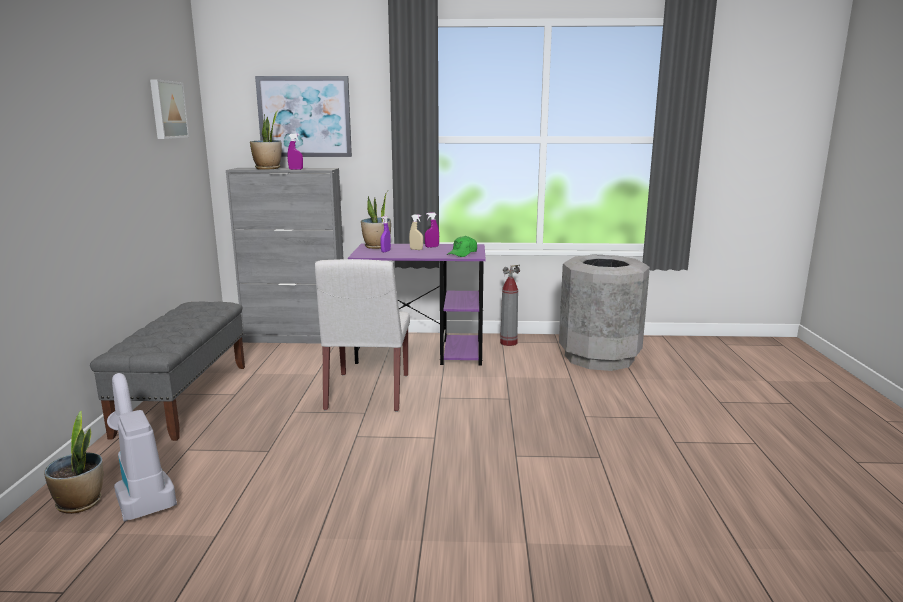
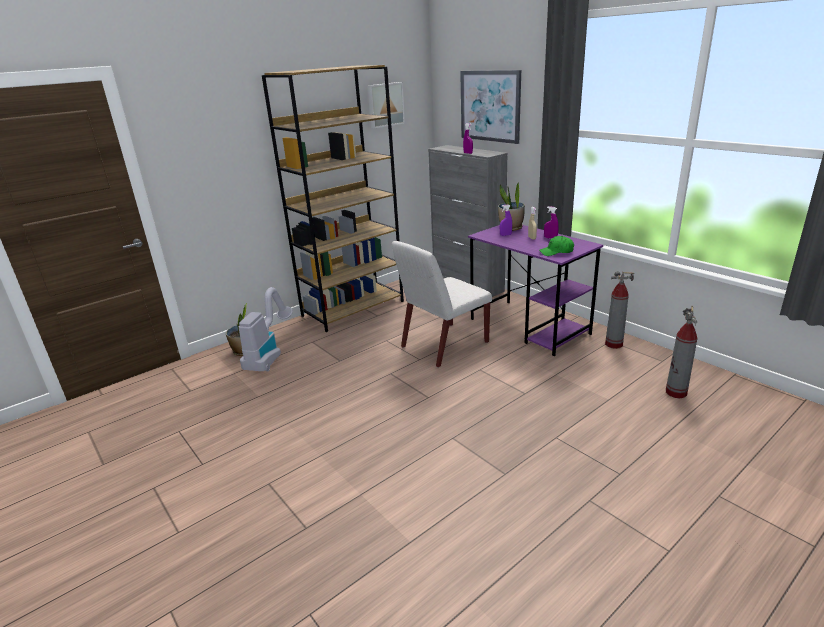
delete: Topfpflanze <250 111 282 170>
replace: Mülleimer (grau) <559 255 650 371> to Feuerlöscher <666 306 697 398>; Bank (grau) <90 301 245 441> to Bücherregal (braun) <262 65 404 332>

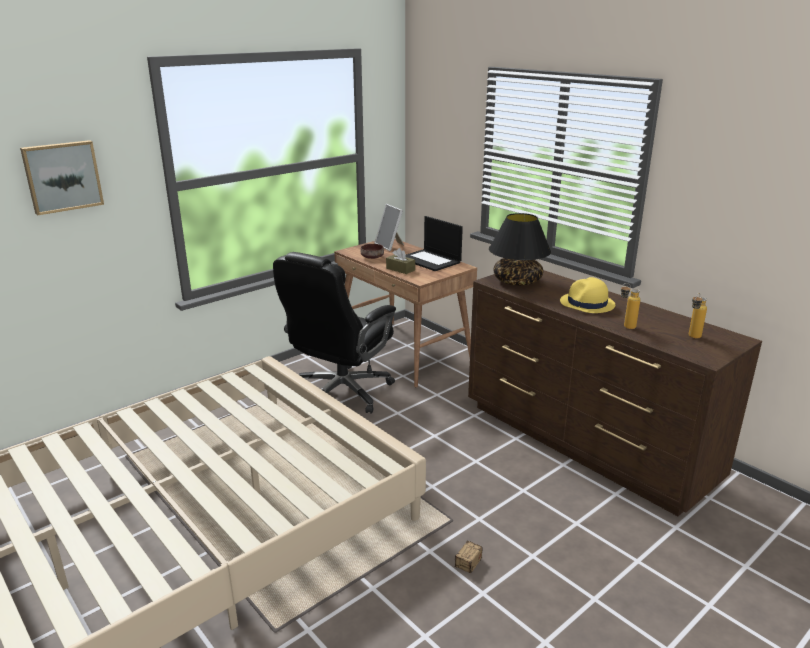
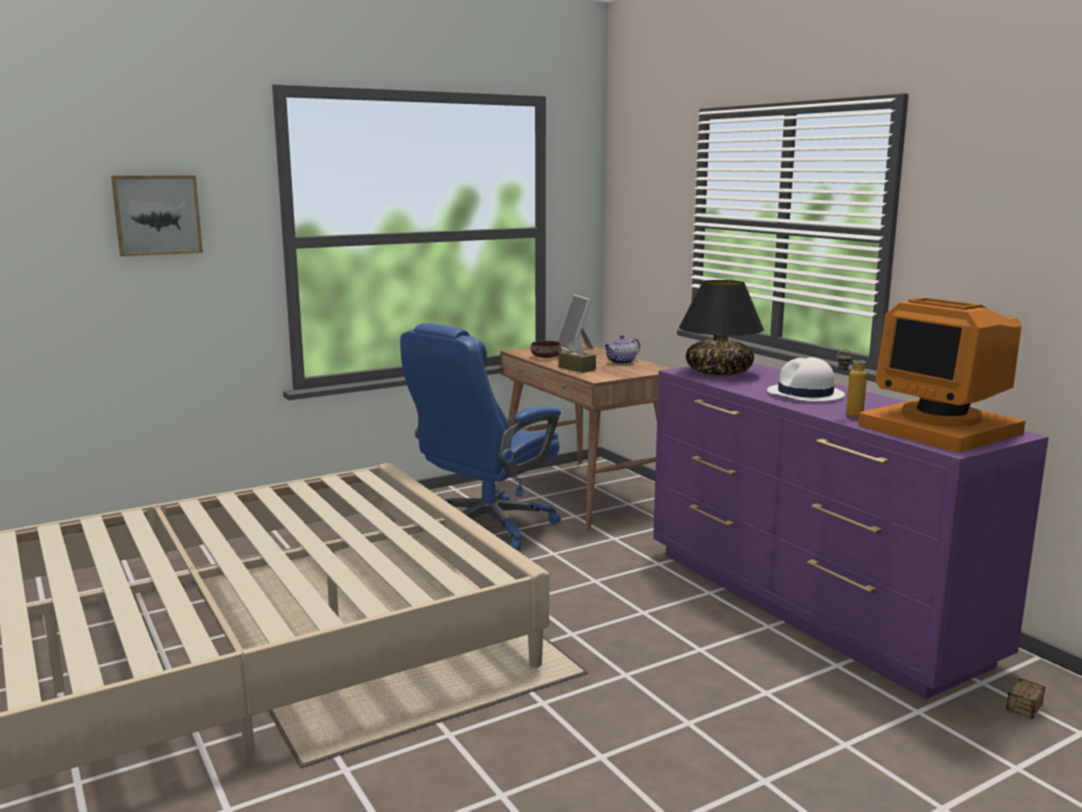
move: Aufbewahrungsbox <455 541 483 573> to <1006 678 1045 719>
replace: Laptop <406 216 463 271> to Teekanne <604 335 640 365>; Flasche <689 293 707 338> to Monitor <858 297 1025 452>
recolor: Bürostuhl (schwarz) <273 252 396 414> to Bürostuhl (blau) <400 323 561 551>; Kommode (braun) <468 270 762 516> to Kommode (lila) <653 363 1049 699>; Hut (gelb) <560 277 615 313> to Hut (weiß) <767 357 845 401>

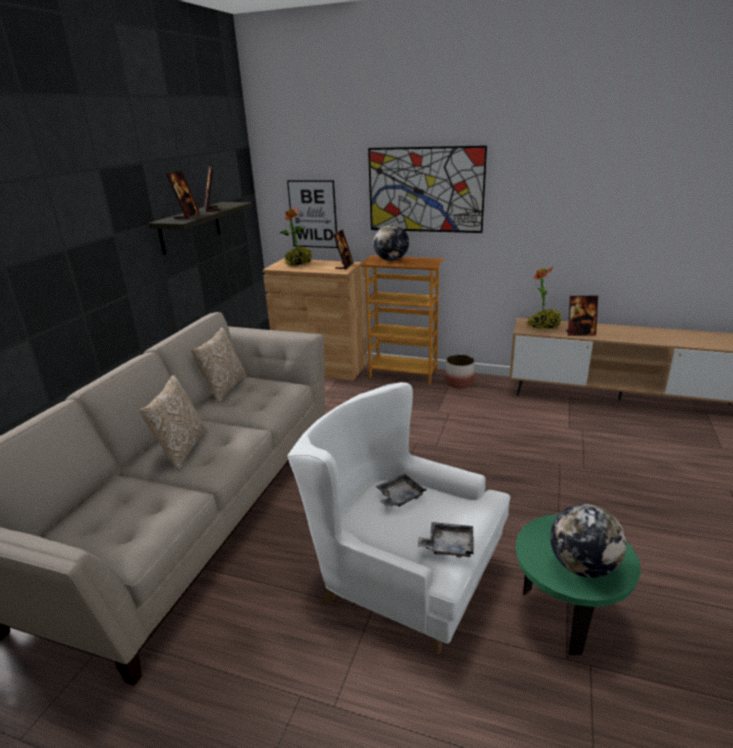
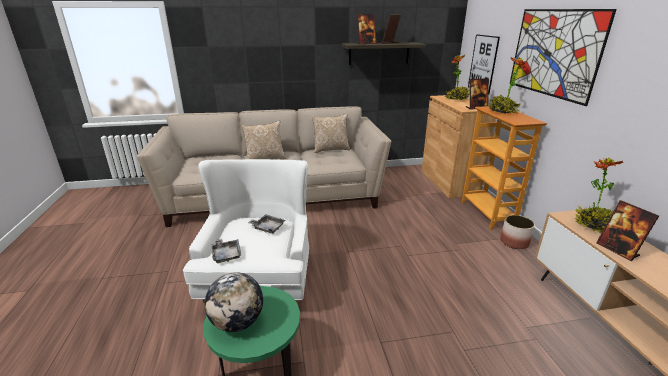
replace: Globus <373 224 409 261> to Topfpflanze <489 57 526 113>

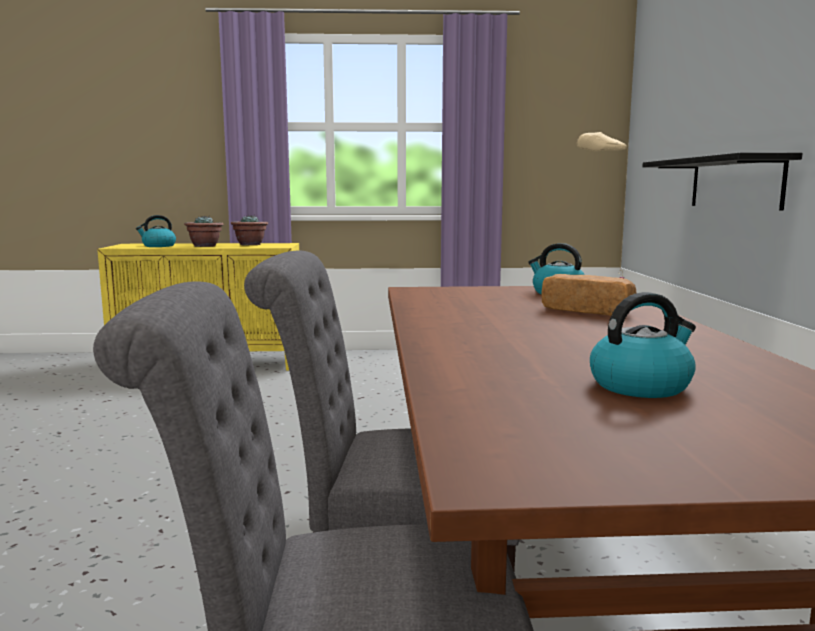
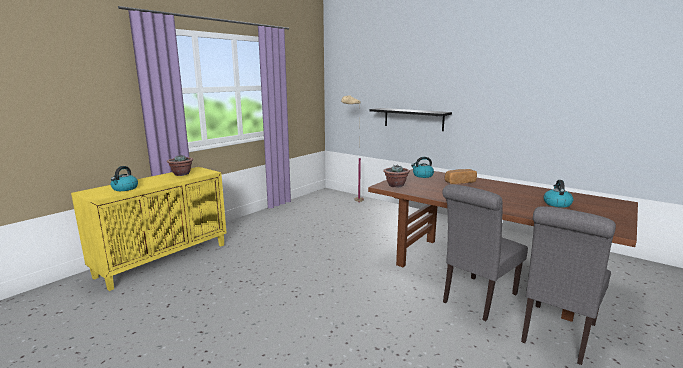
move: Topfpflanze <184 215 224 247> to <383 164 410 188>

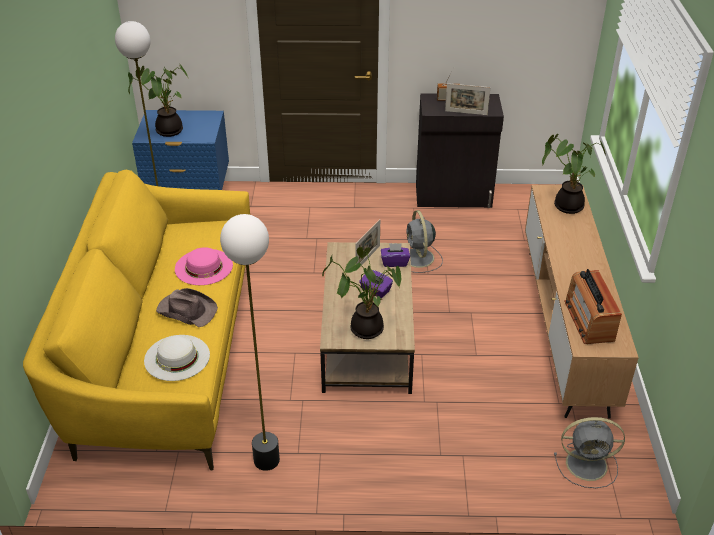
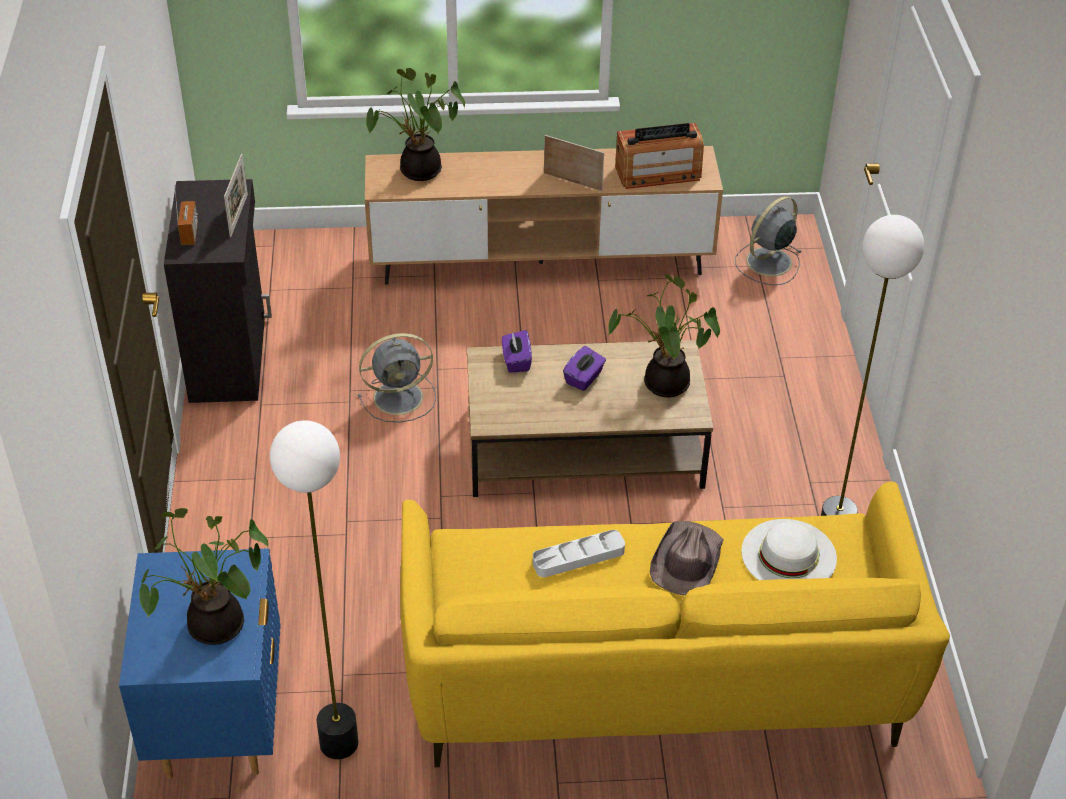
move: Bilderrahmen <355 219 380 271> to <544 135 604 191>
replace: Hut (rosa) <175 247 233 285> to Tablett (grau) <533 530 625 577>
rotate: Ventilator (grau) <554 417 625 488> = <735 196 801 285> 135 degrees counterclockwise

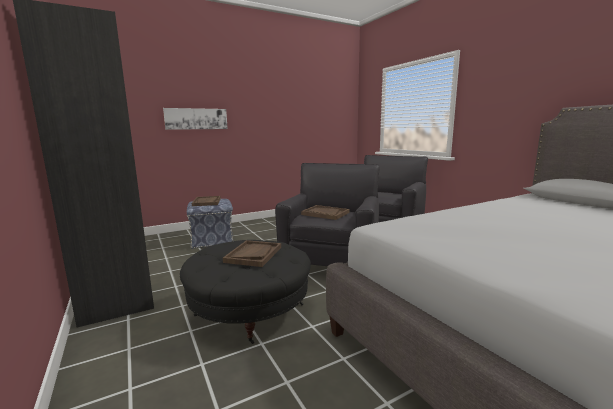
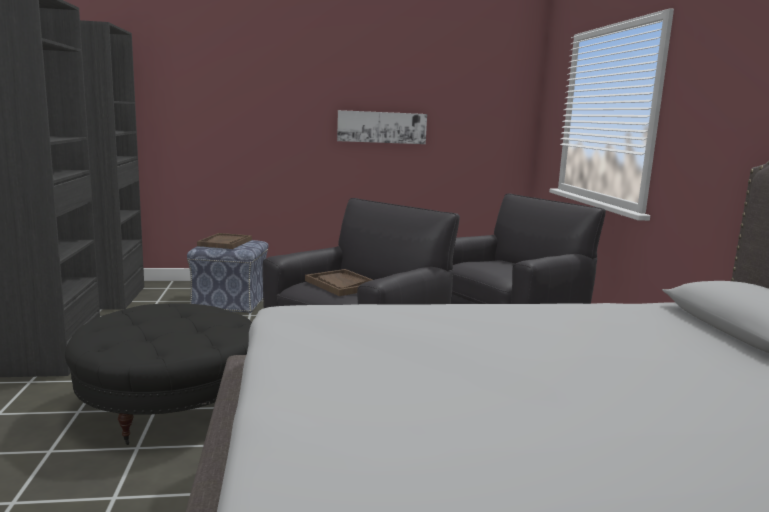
delete: Tablett (braun) <223 240 281 267>
move: Bild <163 108 228 130> to <337 110 427 144>

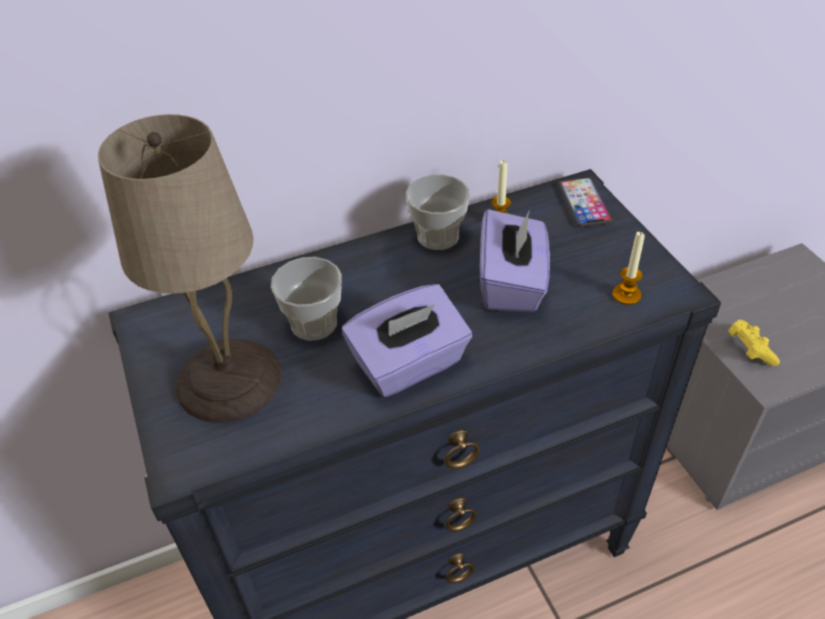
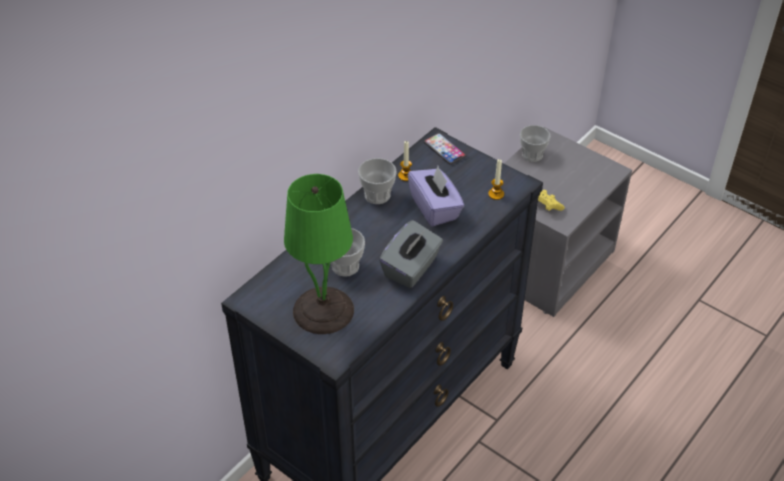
insert: Tasse <520 125 550 162>
recolor: Tischlampe (beige) <98 114 282 423> to Tischlampe (grün) <284 174 354 334>; Taschentuchbox (lila) <342 284 472 397> to Taschentuchbox (grau) <379 220 443 288>

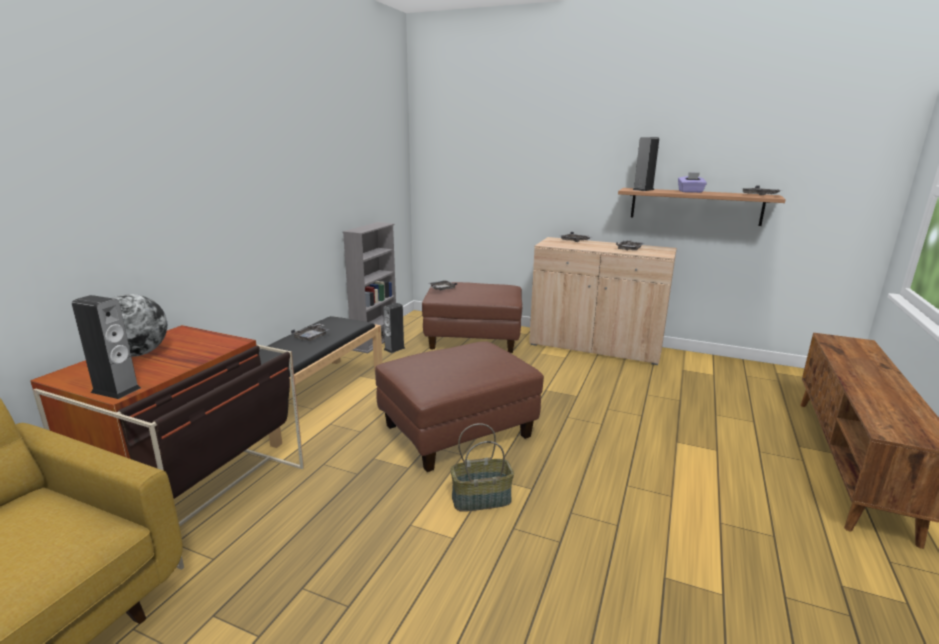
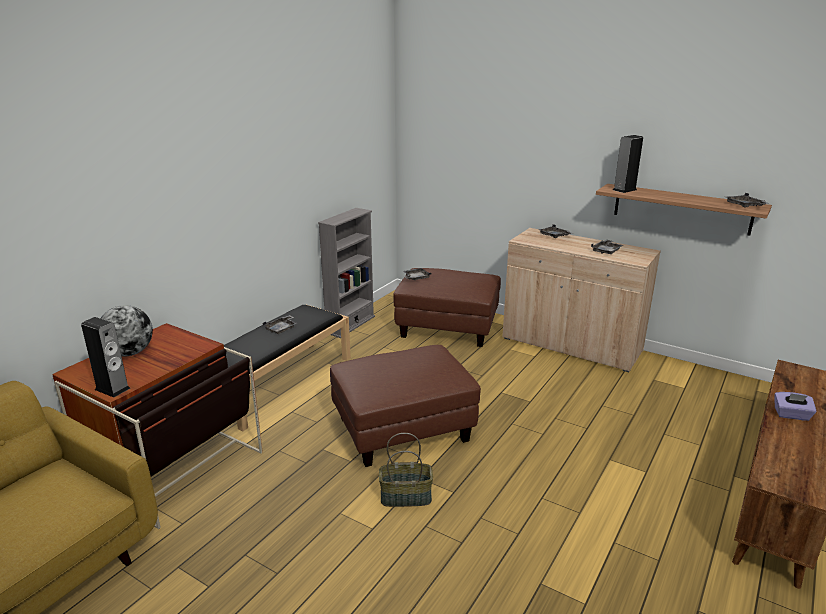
delete: Lautsprecher <383 303 405 353>
move: Taschentuchbox (lila) <678 172 707 193> to <774 392 817 421>

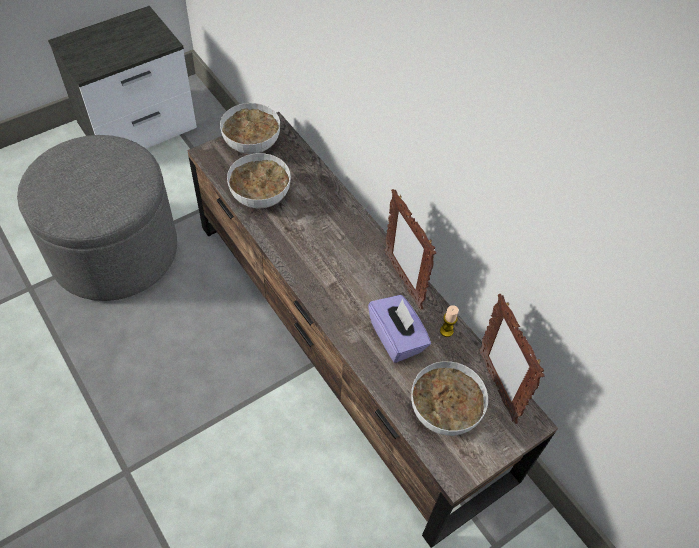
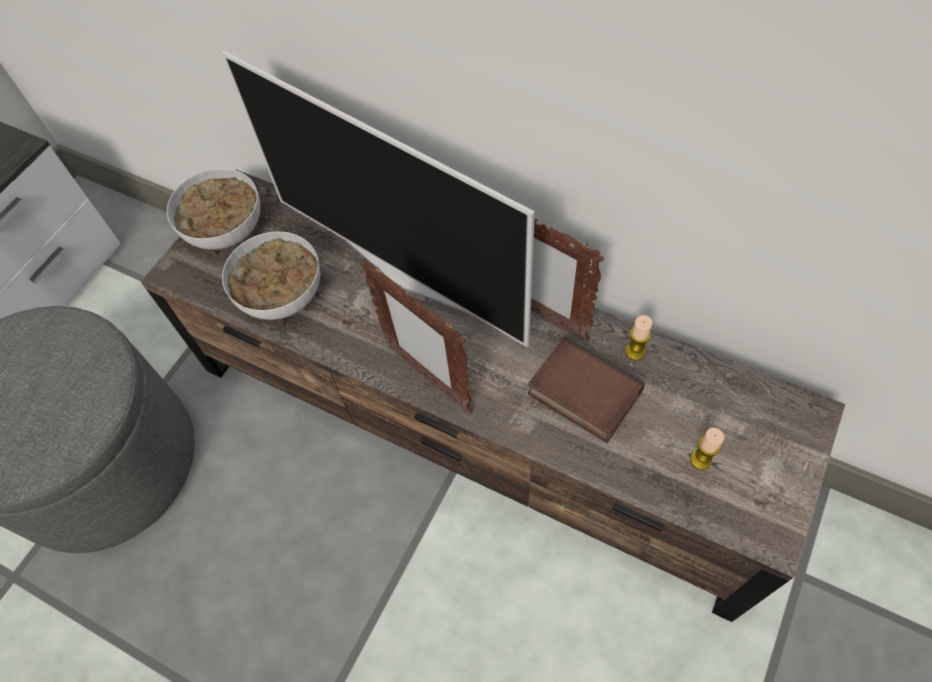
insert: Fernseher <221 50 535 347>
move: Bilderrahmen <479 294 544 424> to <360 261 472 413>
replace: Taschentuchbox (lila) <368 295 431 363> to Buch <528 336 645 443>; Schüssel <411 361 488 436> to Kerze <690 428 724 470>

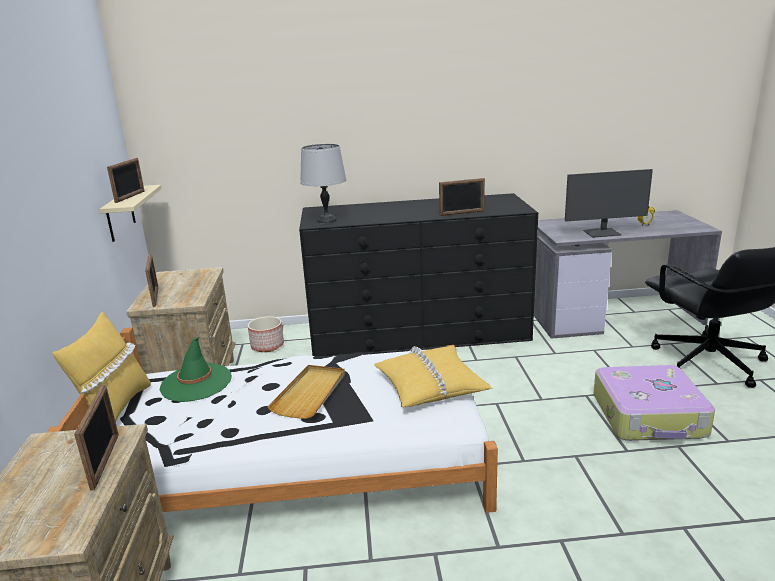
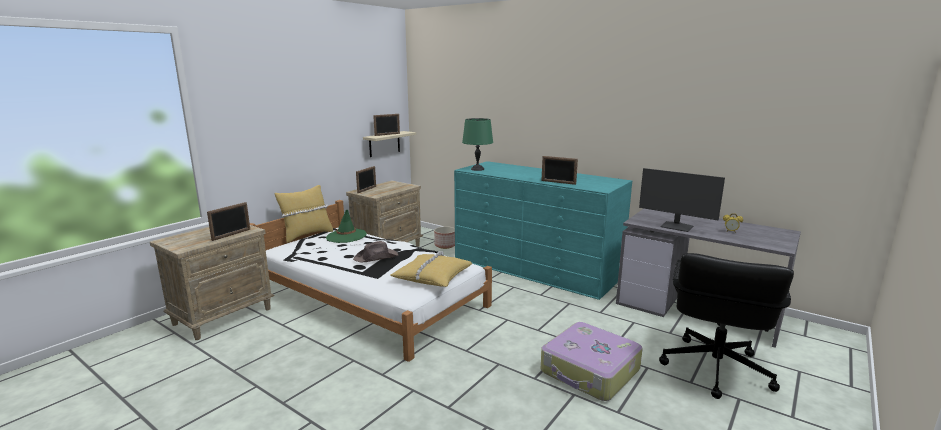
replace: Tablett (beige) <268 365 345 419> to Hut (braun) <353 241 398 263>
recolor: Tischlampe (grau) <300 144 347 223> to Tischlampe (grün) <462 118 493 171>; Kommode (schwarz) <299 193 538 356> to Kommode (türkis) <454 161 632 300>

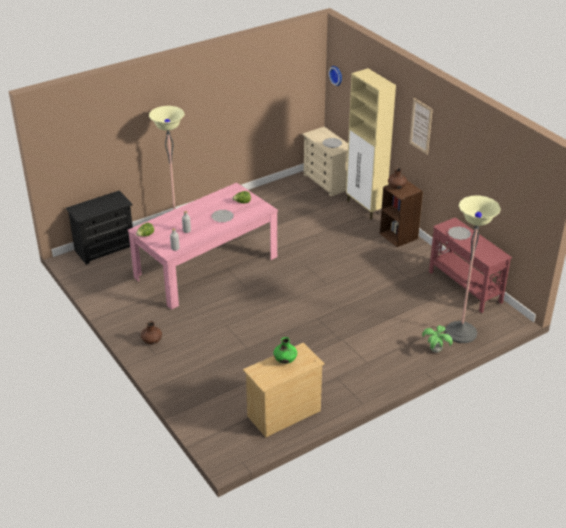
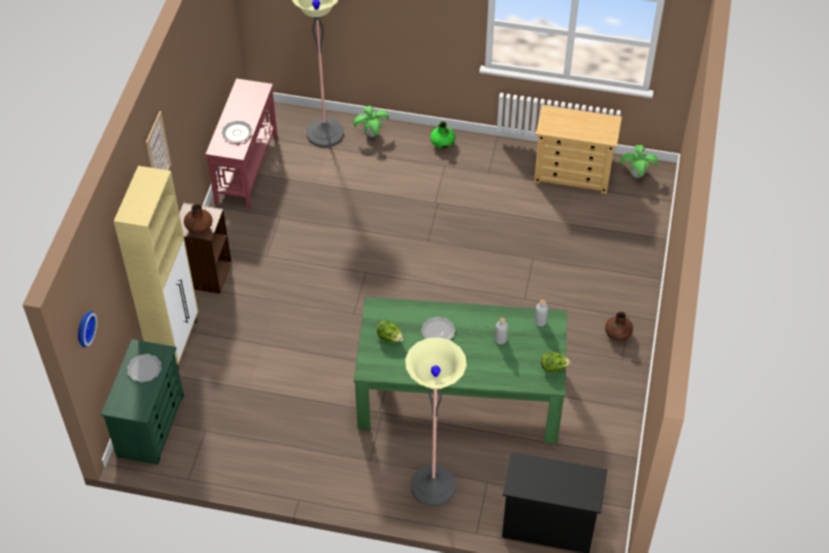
insert: Topfpflanze <620 145 658 178>
move: Vase (grün) <274 337 297 364> to <430 121 456 148>
recolor: Kommode (beige) <302 127 348 196> to Kommode (grün) <101 339 184 465>; Esstisch (rosa) <128 182 278 310> to Esstisch (grün) <354 297 567 444>

